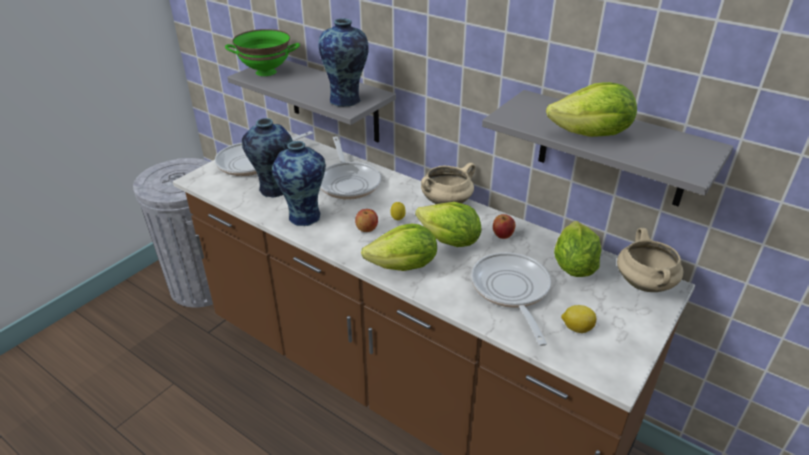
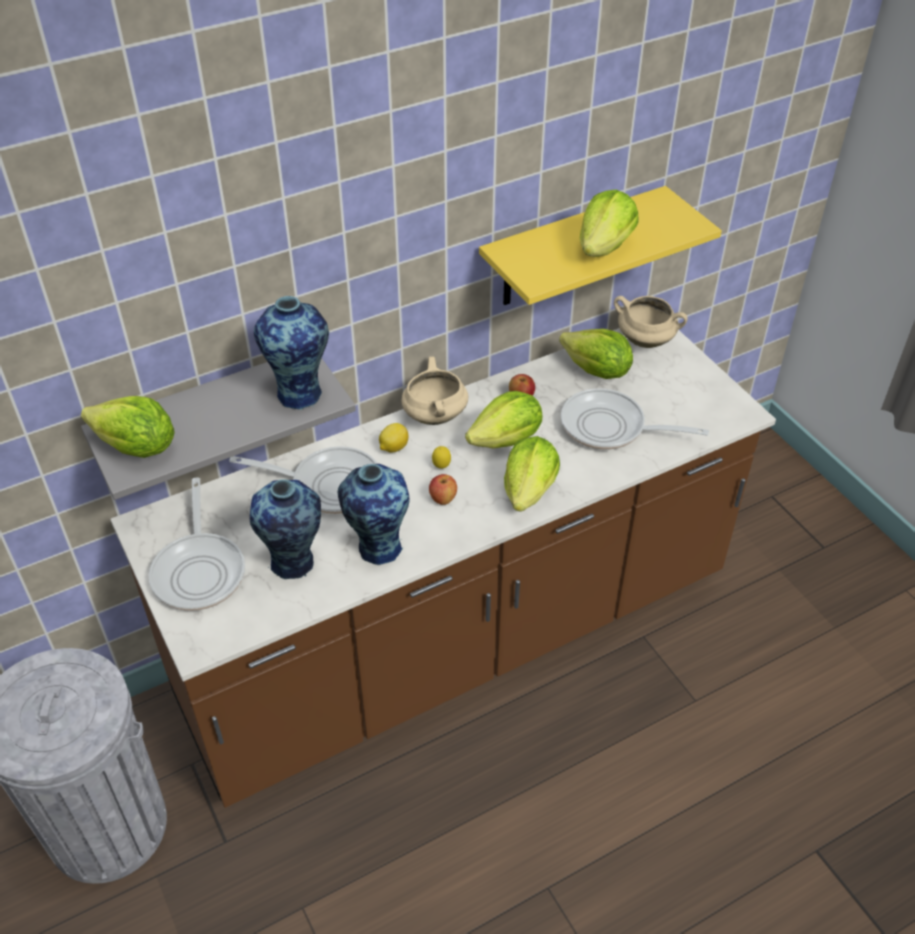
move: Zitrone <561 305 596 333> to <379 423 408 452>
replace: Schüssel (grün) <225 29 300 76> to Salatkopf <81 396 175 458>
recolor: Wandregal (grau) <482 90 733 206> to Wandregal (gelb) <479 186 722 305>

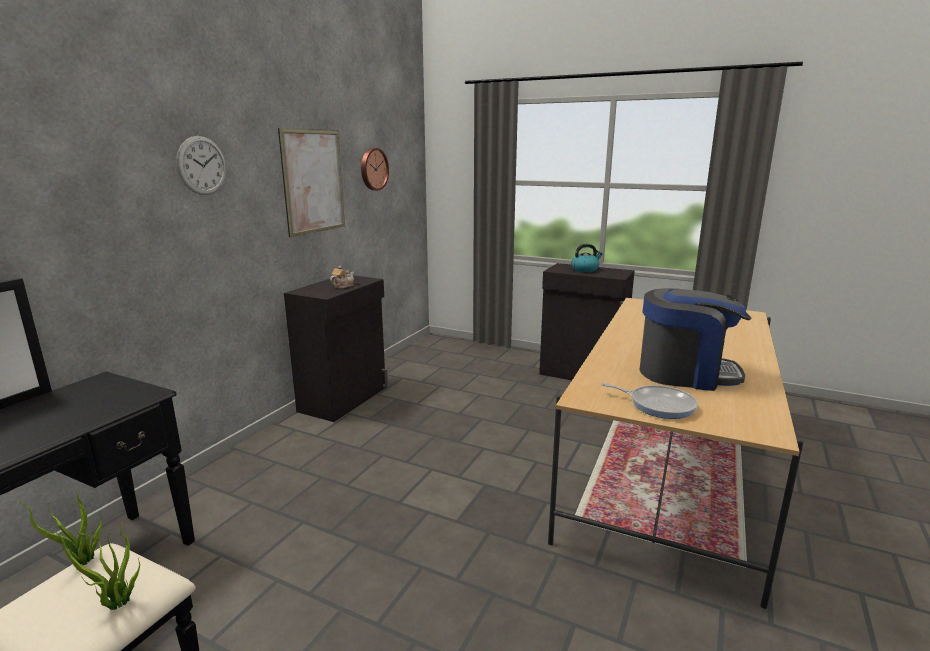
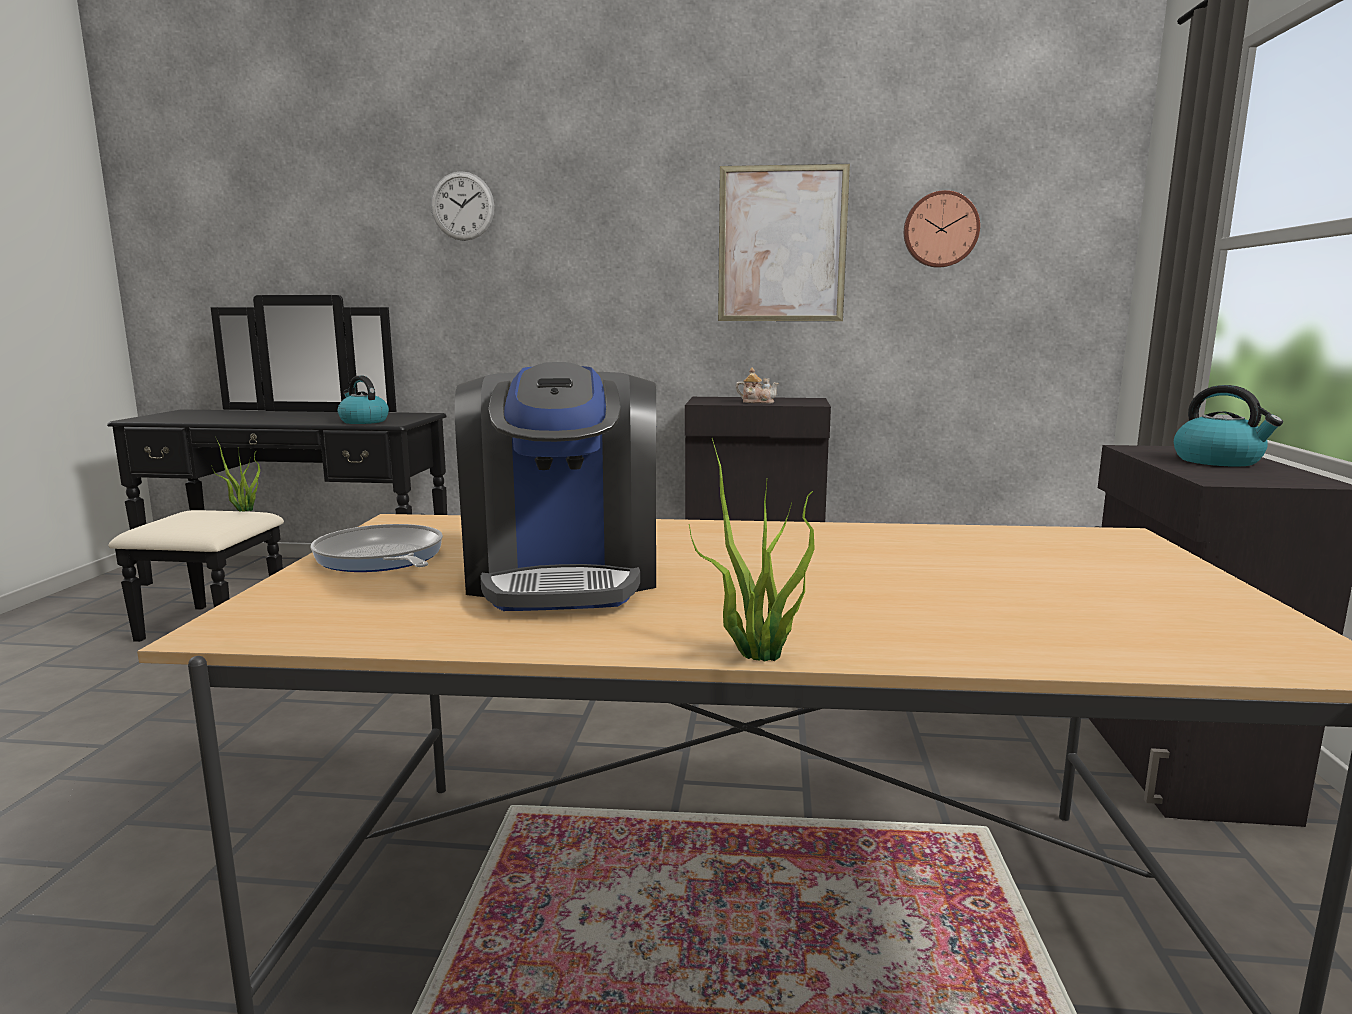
insert: Wasserkessel <338 375 389 424>
move: Wanduhr <176 136 226 195> to <431 171 495 241>; Topfpflanze <47 522 140 610> to <689 438 815 662>
rotate: Pfanne <601 383 698 419> = <310 524 443 572> 135 degrees clockwise

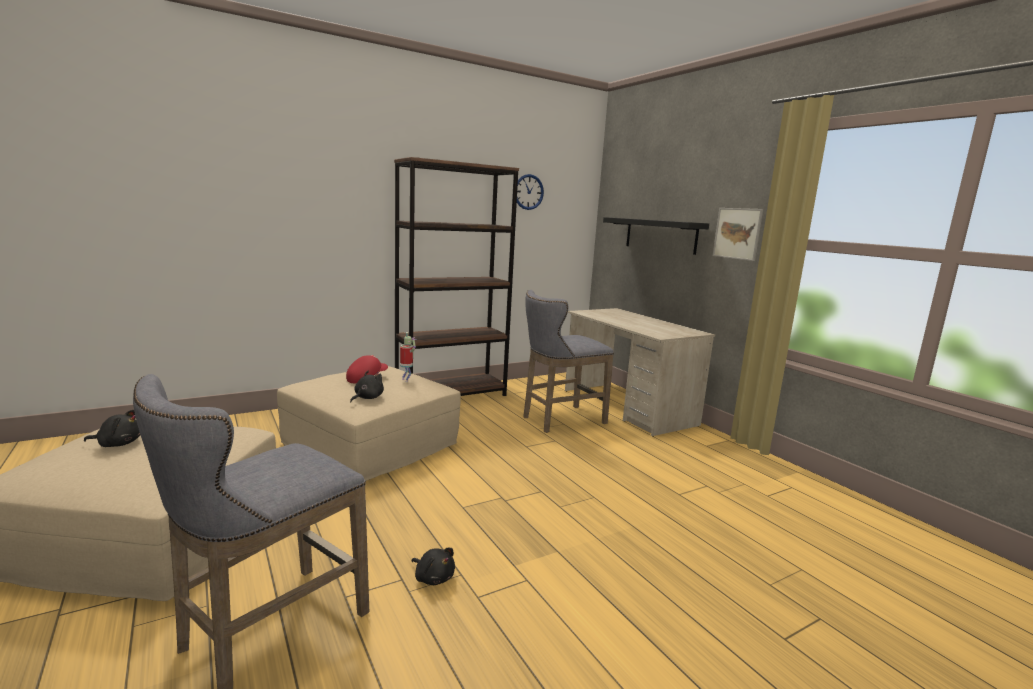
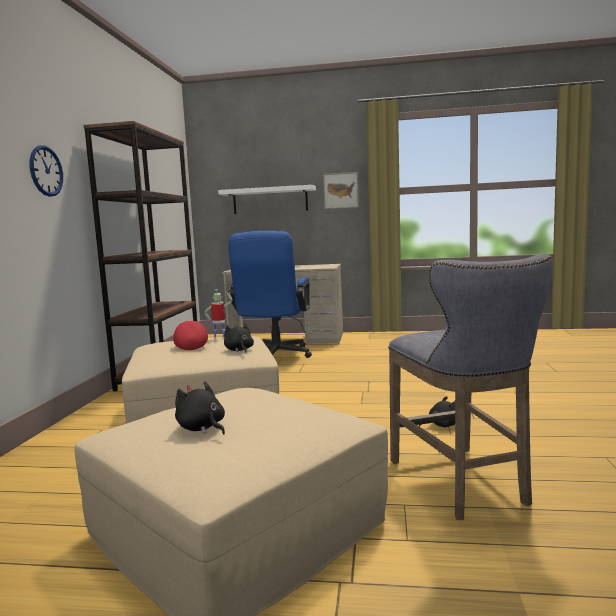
move: Wanduhr <517 174 544 210> to <29 145 63 197>
replace: Hocker (grau) <523 290 614 433> to Bürostuhl (blau) <228 231 312 358>
recolor: Wandregal (schwarz) <603 217 709 255> to Wandregal (weiß) <218 185 316 214>
rotate: Plüschtier (schwarz) <84 410 140 447> = <175 381 225 435> 75 degrees counterclockwise

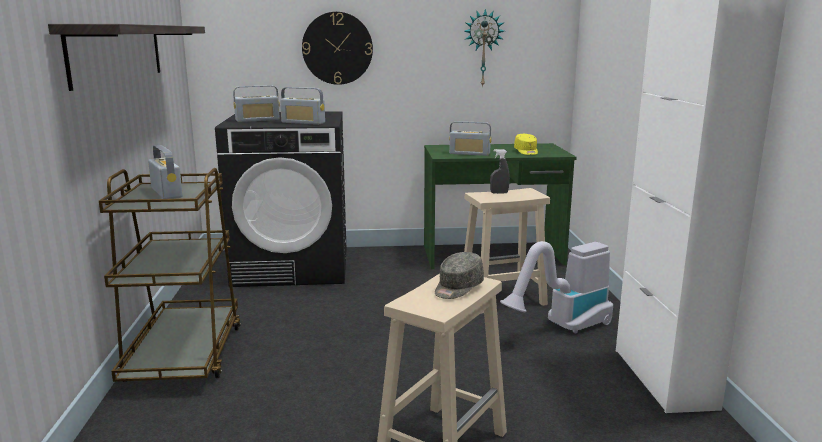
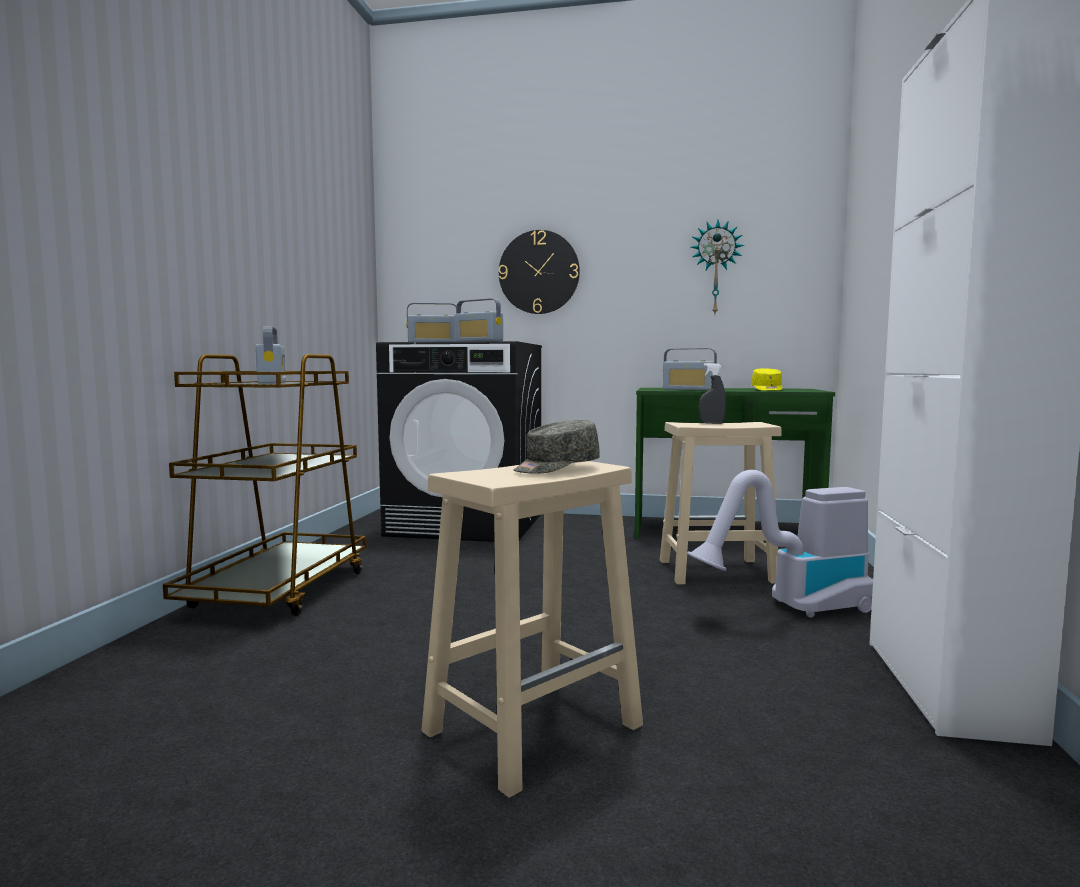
delete: Wandregal <48 24 205 91>

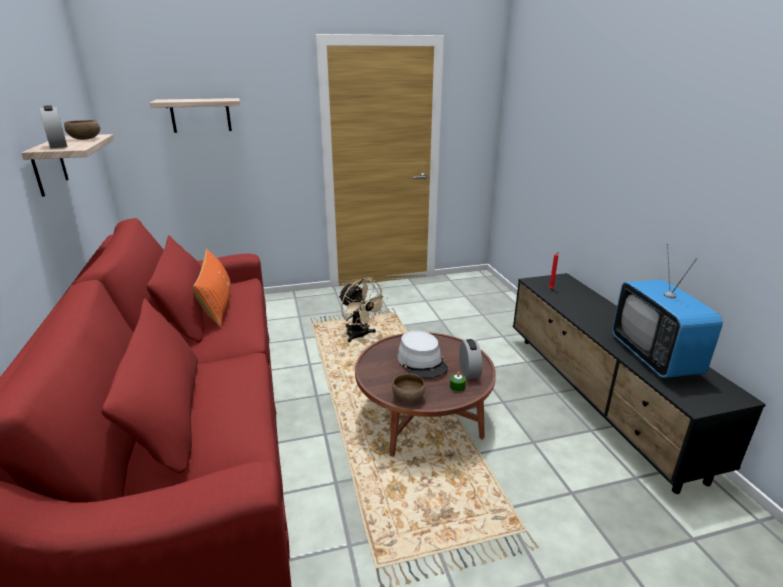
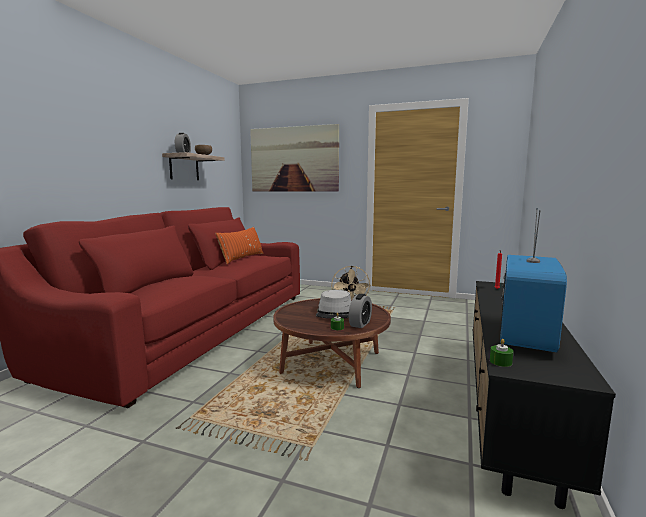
delete: Schüssel (braun) <392 374 425 402>
insert: Kerze (grün) <490 339 513 367>
replace: Wandregal <149 98 240 133> to Bild <250 124 339 192>

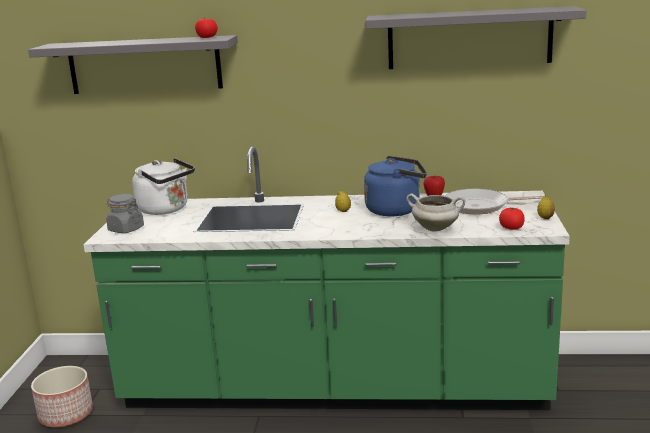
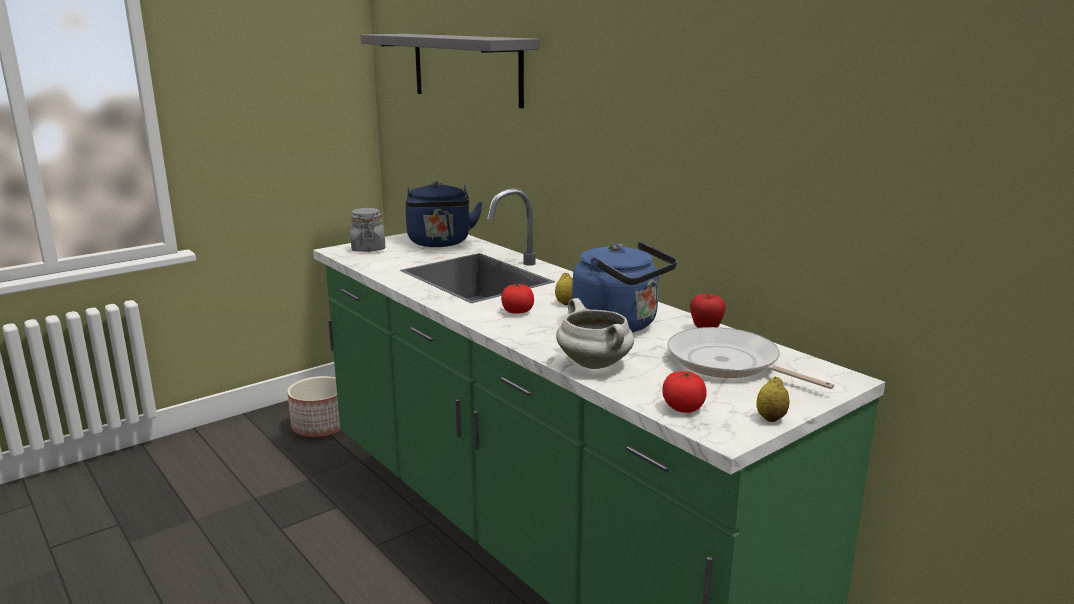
delete: Wandregal (grau) <366 6 586 69>
move: Tomate <195 18 218 38> to <501 283 534 314>
recolor: Wasserkessel (weiß) <132 158 195 215> to Wasserkessel (blau) <406 181 483 247>

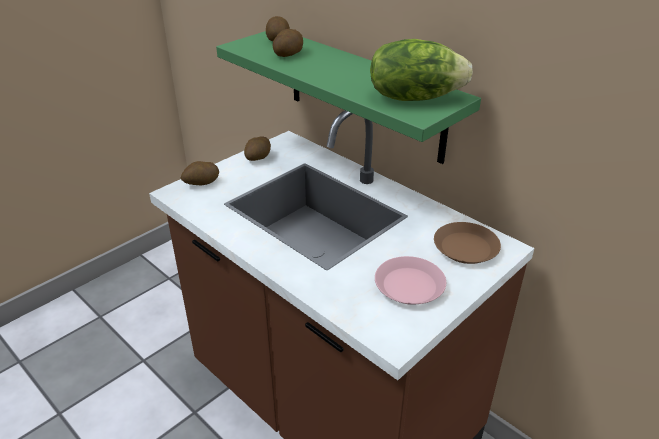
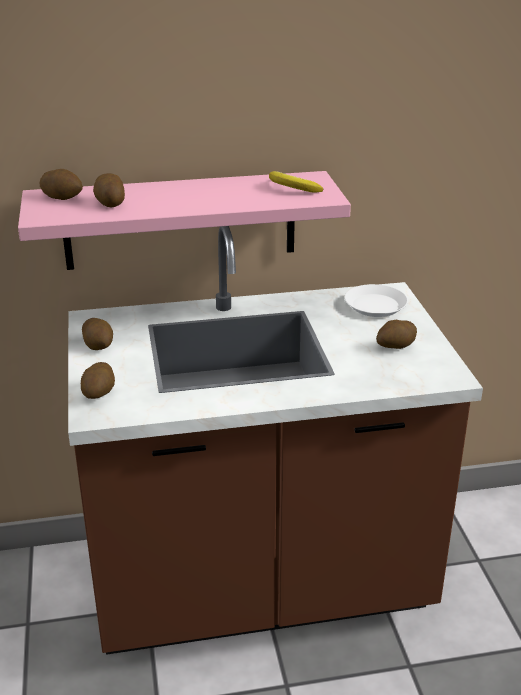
replace: Salatkopf <370 39 473 101> to Banane <269 171 324 193>; Teller (rosa) <375 256 446 305> to Kartoffel <376 320 417 349>
recolor: Wandregal (grün) <216 31 481 164> to Wandregal (rosa) <18 171 351 270>; Teller (braun) <434 222 501 264> to Teller (weiß) <345 284 408 317>

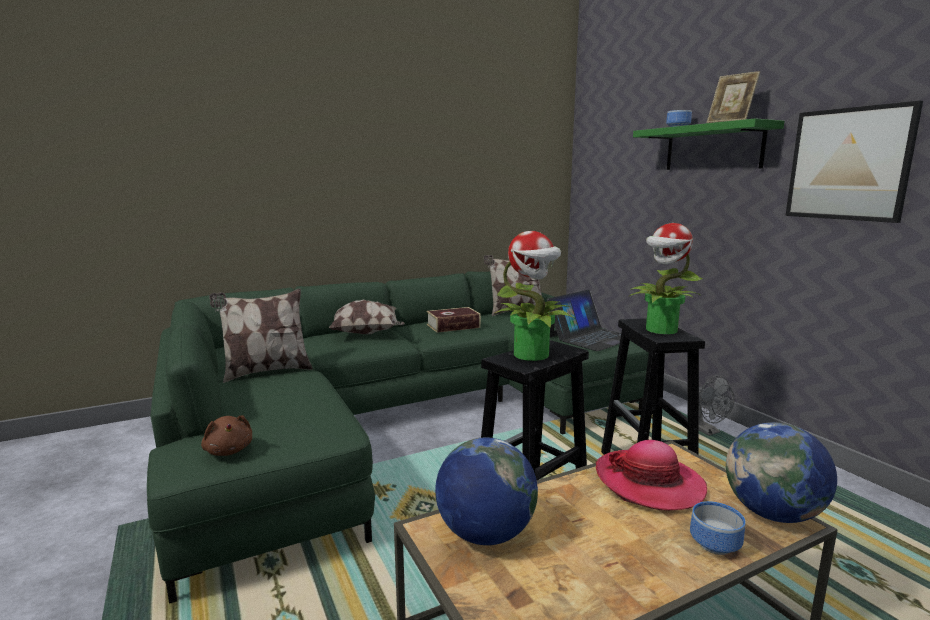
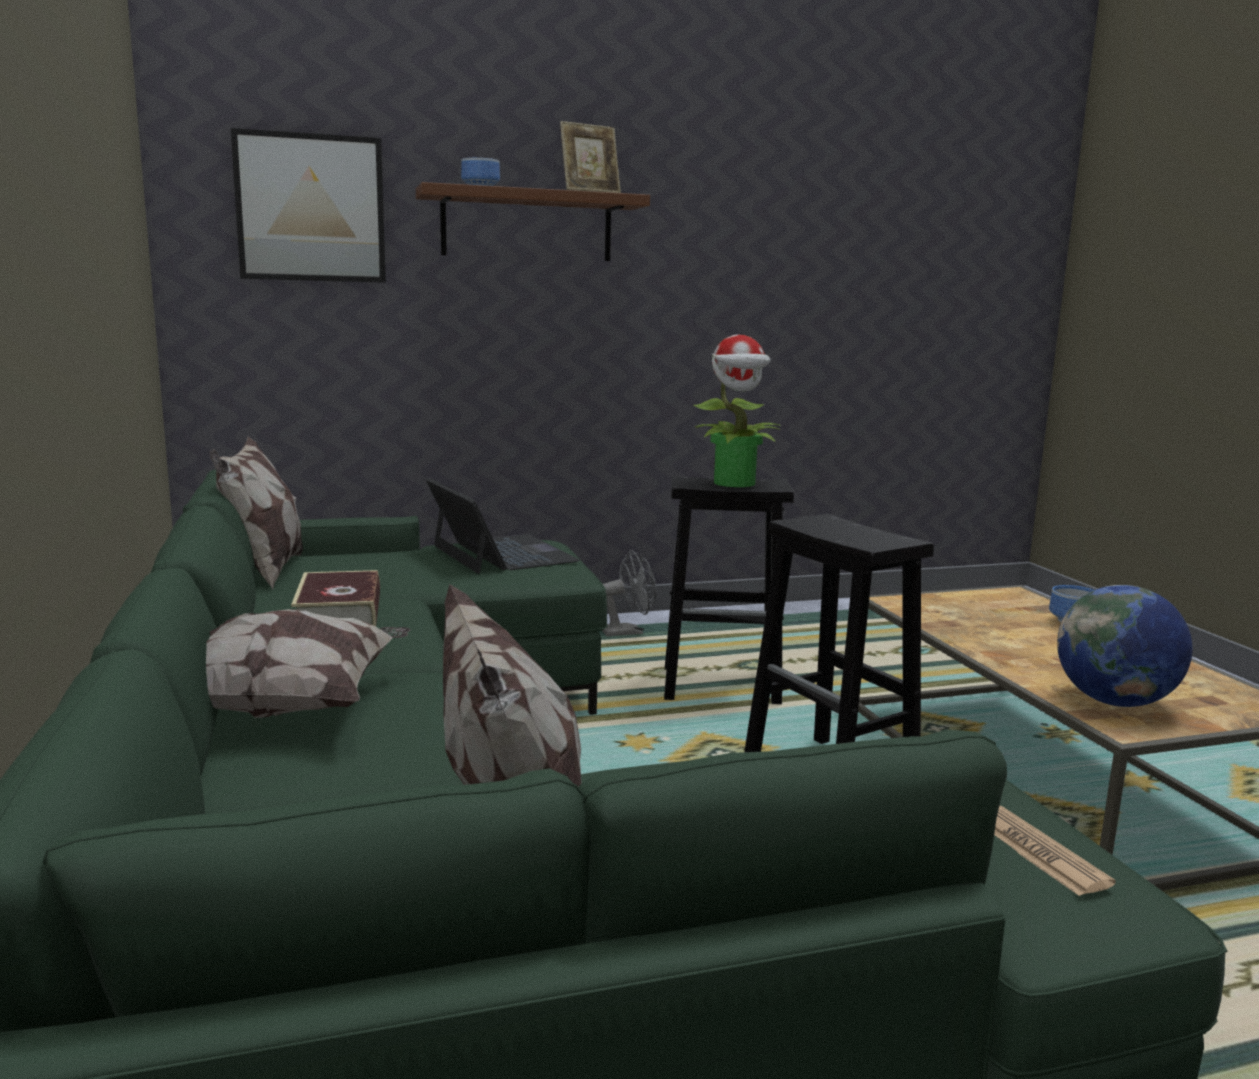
delete: Topfpflanze <494 231 575 361>; Globus <726 422 837 523>; Hut <596 440 707 511>
move: Bild <785 101 923 223> to <231 128 386 283>
replace: Plüschtier (braun) <201 415 252 456> to Zeitung <994 806 1116 896>
recolor: Wandregal (grün) <633 118 785 170> to Wandregal (braun) <416 182 650 261>

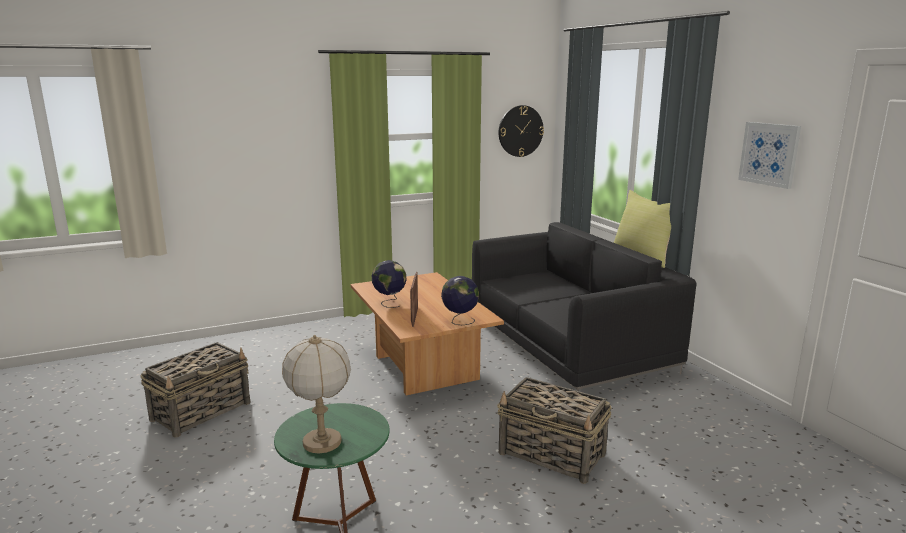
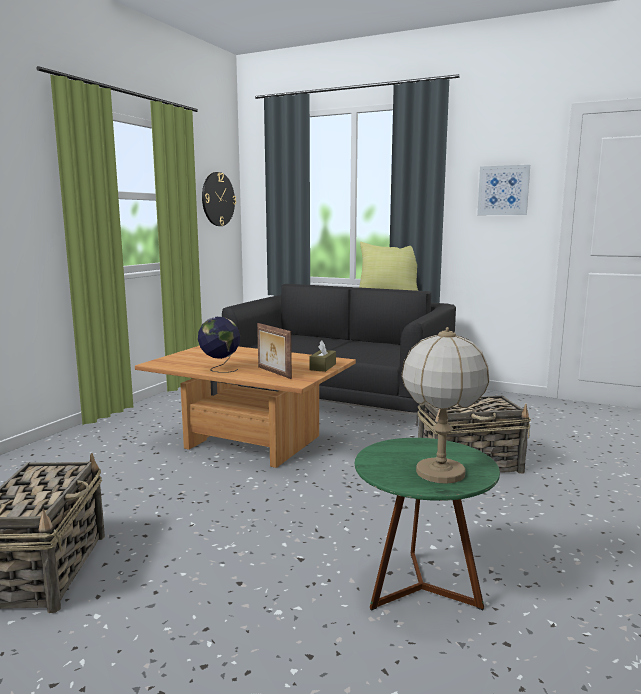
replace: Globus <441 276 479 325> to Taschentuchbox (braun) <309 340 336 372>

